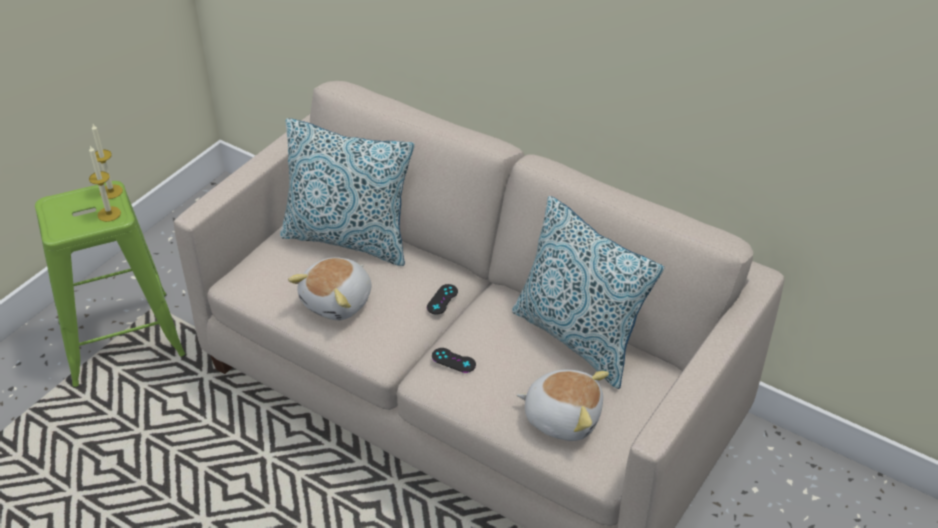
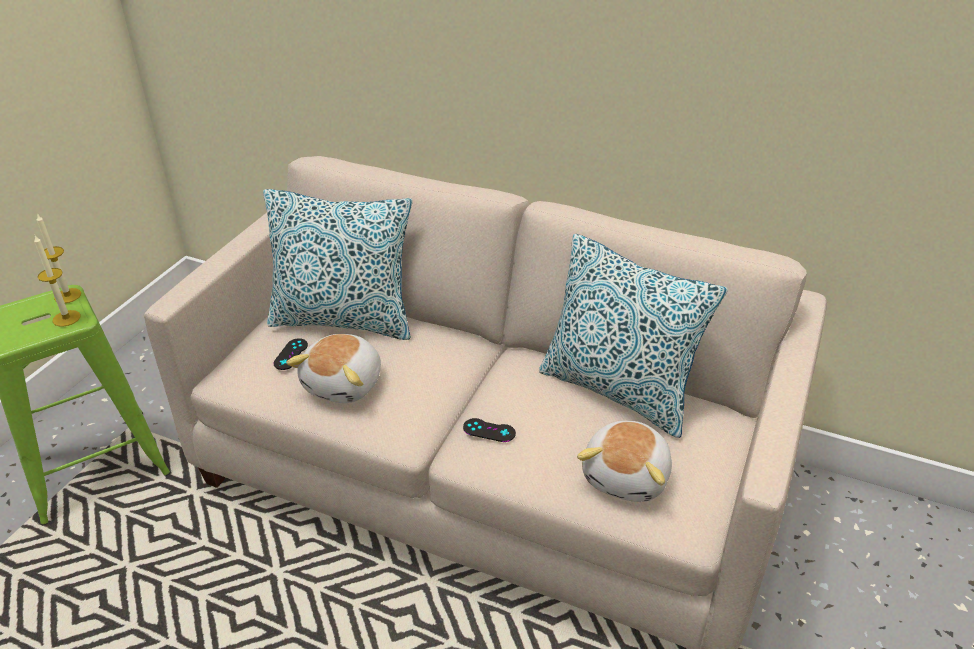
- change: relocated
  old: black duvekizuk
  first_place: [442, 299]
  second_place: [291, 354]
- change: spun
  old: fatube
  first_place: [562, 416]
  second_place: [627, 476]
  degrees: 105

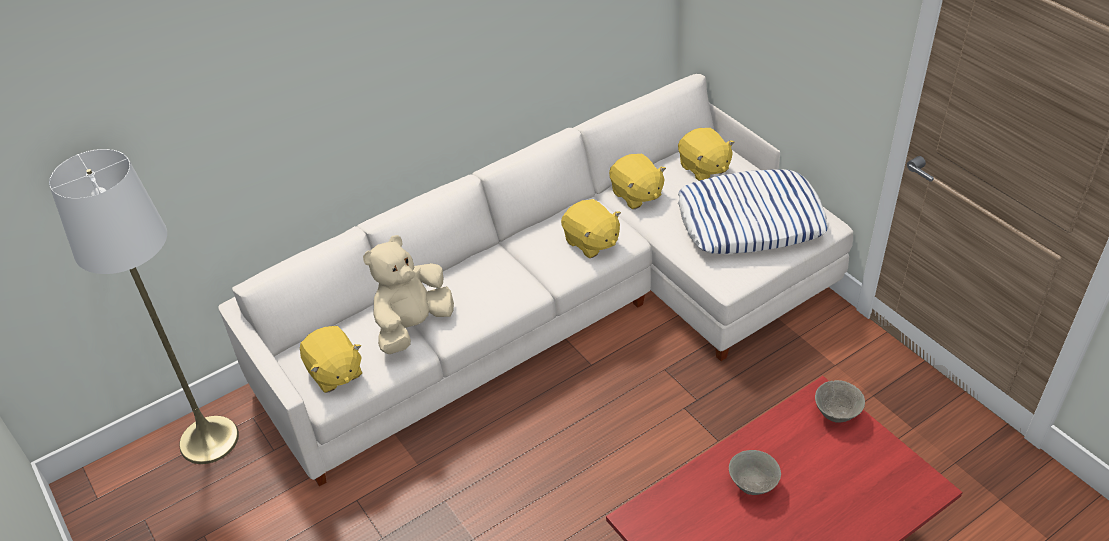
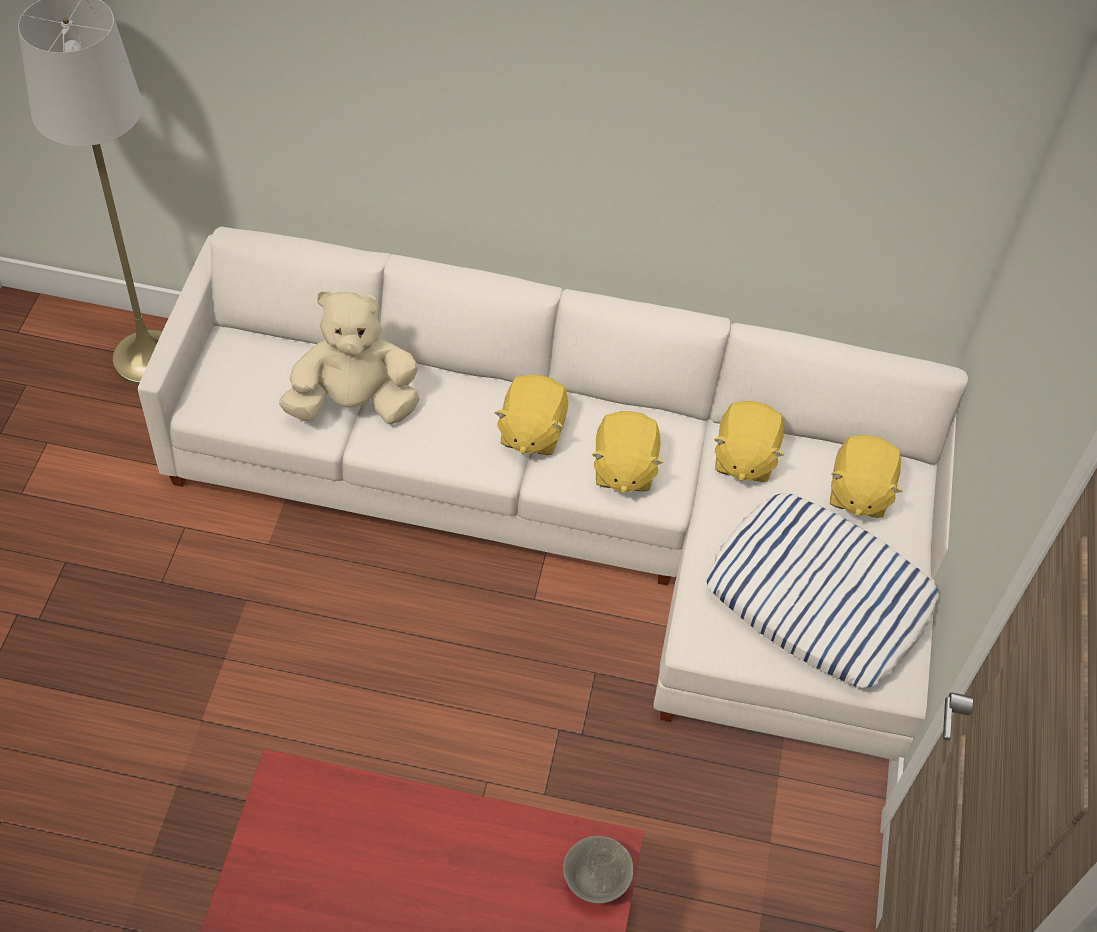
- change: relocated
  old: yellow fatube
  first_place: [334, 373]
  second_place: [531, 432]
- change: missing
  old: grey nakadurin
  first_place: [753, 485]

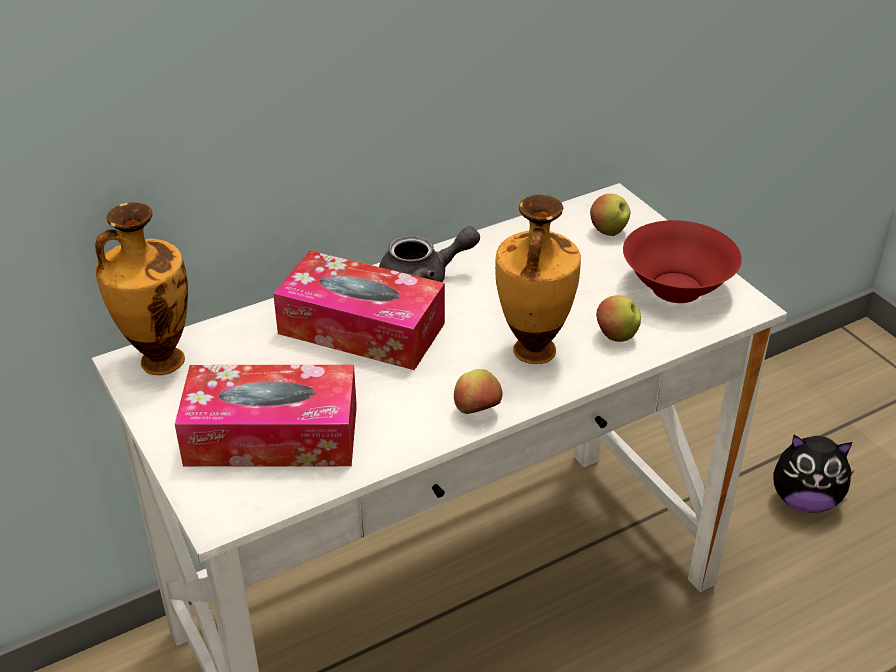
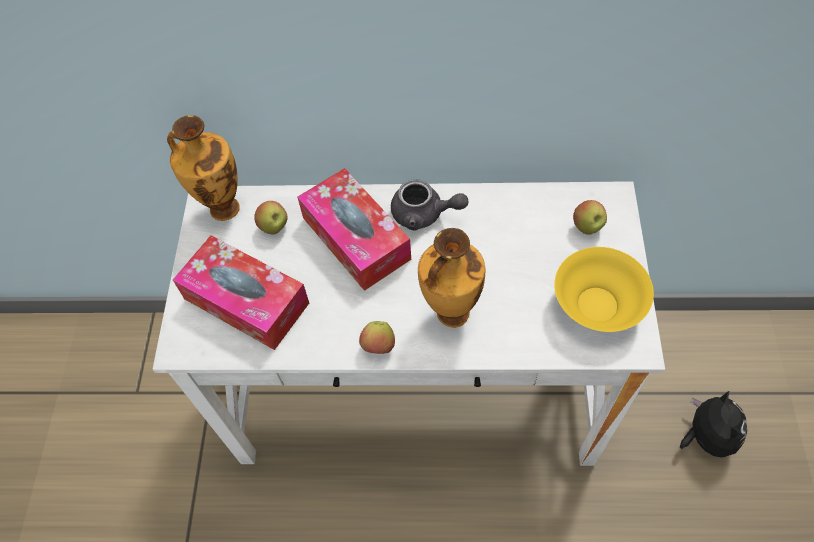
- change: relocated
  old: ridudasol
  first_place: [616, 336]
  second_place: [274, 227]
- change: colour
  old: red nakadurin
  new: yellow nakadurin
  first_place: [678, 288]
  second_place: [598, 305]
- change: spun
  old: fatube
  first_place: [804, 500]
  second_place: [705, 437]
  degrees: -135

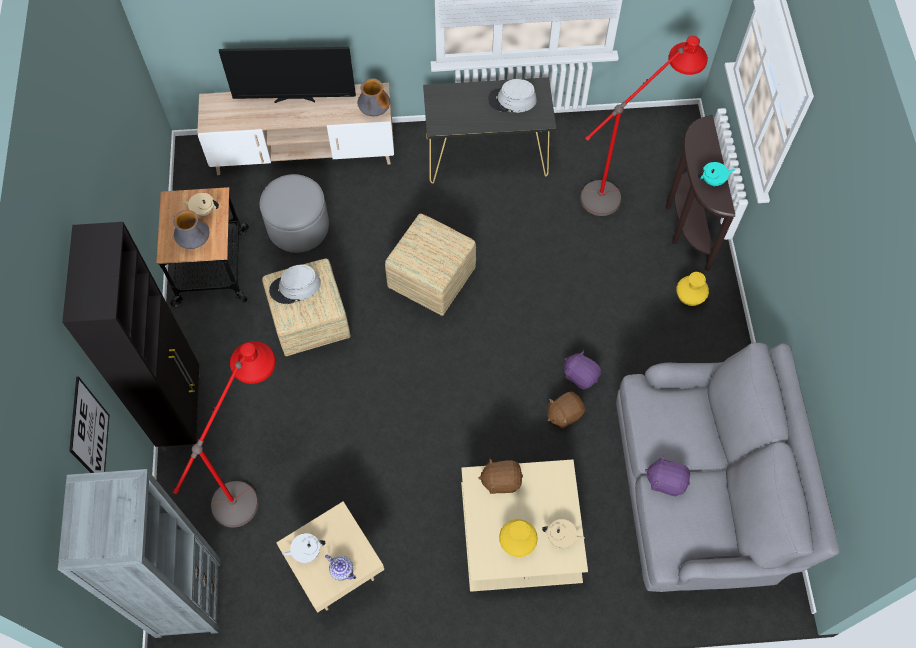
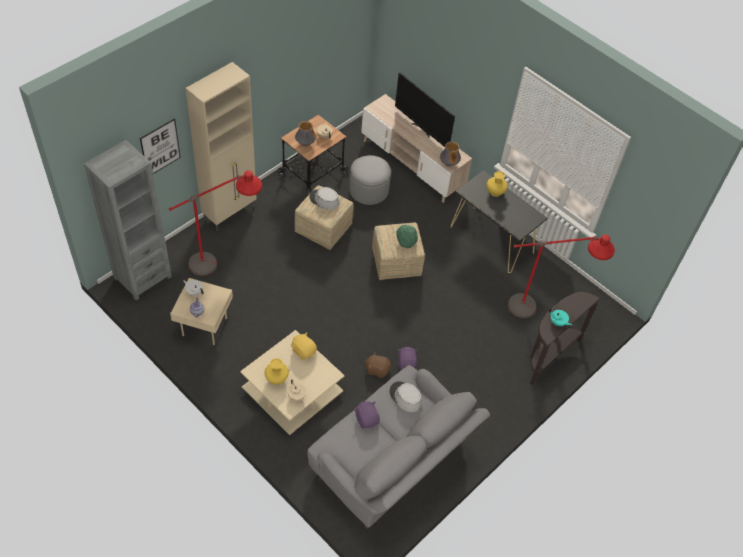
- change: colour
  old: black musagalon
  new: beige musagalon
  first_place: [182, 410]
  second_place: [230, 212]
- change: colour
  old: brown fatube
  new: yellow fatube
  first_place: [501, 480]
  second_place: [303, 351]
- change: relocated
  old: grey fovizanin
  first_place: [512, 100]
  second_place: [405, 397]
- change: relocated
  old: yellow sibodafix
  first_place: [689, 298]
  second_place: [495, 192]
- change: appeared
  new: green fovizanin
  second_place: [406, 242]

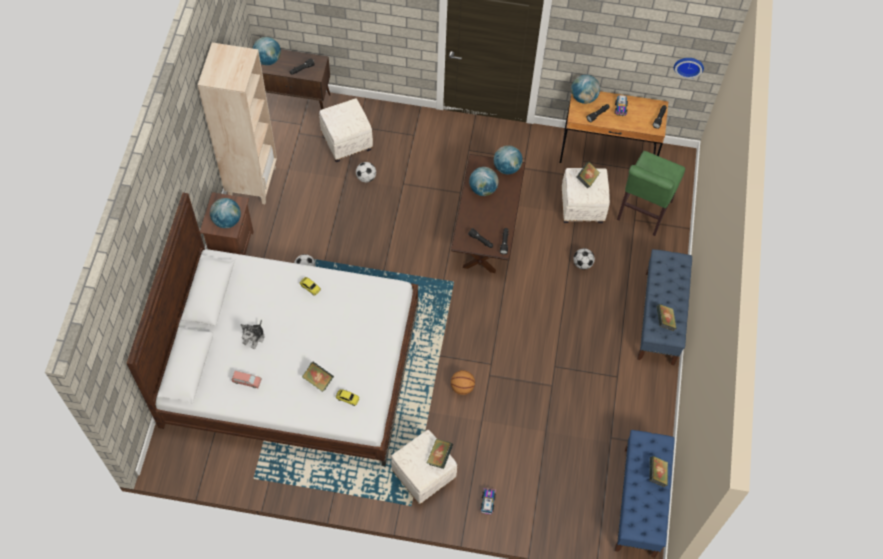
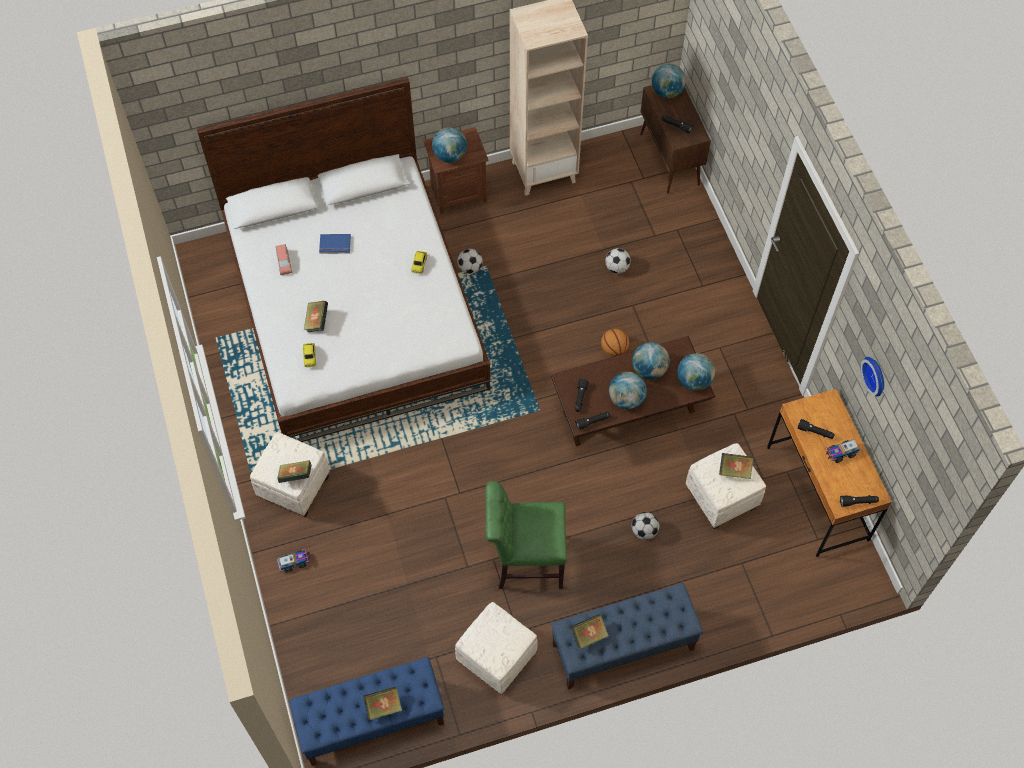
- change: exchanged
  old: fatube
  new: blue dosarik
  first_place: [254, 337]
  second_place: [335, 245]
- change: relocated
  old: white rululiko
  first_place: [347, 142]
  second_place: [497, 658]
- change: relocated
  old: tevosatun
  first_place: [462, 387]
  second_place: [613, 349]
- change: relocated
  old: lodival
  first_place: [583, 98]
  second_place: [626, 399]
- change: relocated
  old: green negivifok
  first_place: [643, 213]
  second_place: [525, 562]
- change: relocated
  old: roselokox
  first_place: [688, 65]
  second_place: [876, 375]

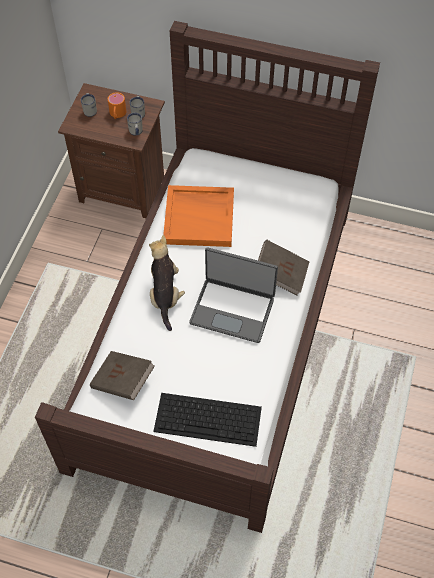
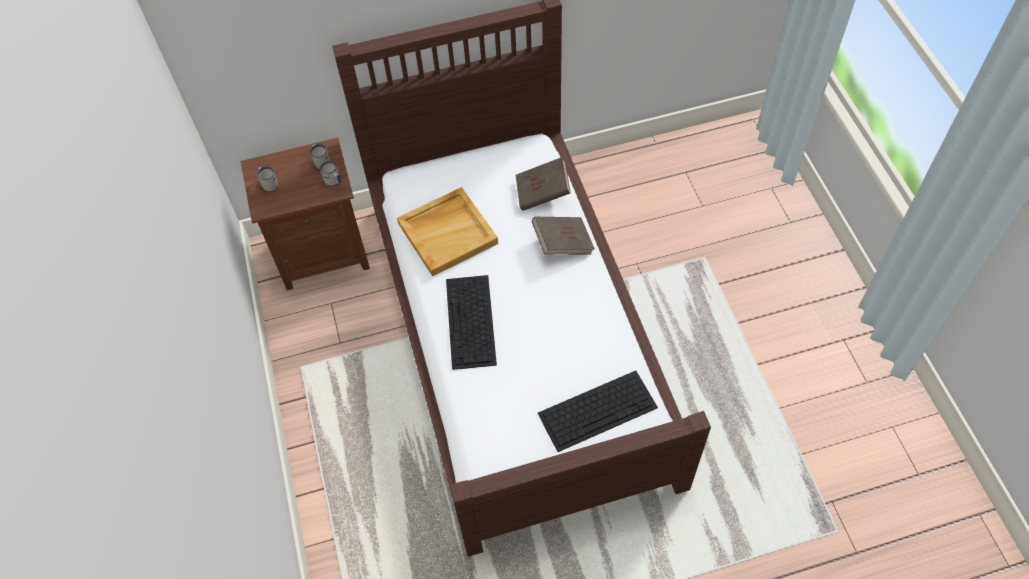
- change: relocated
  old: brown dosarik
  first_place: [123, 382]
  second_place: [542, 193]
- change: missing
  old: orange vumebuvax
  first_place: [117, 114]
- change: exchanged
  old: fatube
  new: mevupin
  first_place: [165, 295]
  second_place: [471, 322]
- change: colour
  old: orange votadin
  new: beige votadin
  first_place: [200, 217]
  second_place: [448, 232]
- change: missing
  old: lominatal
  first_place: [233, 309]

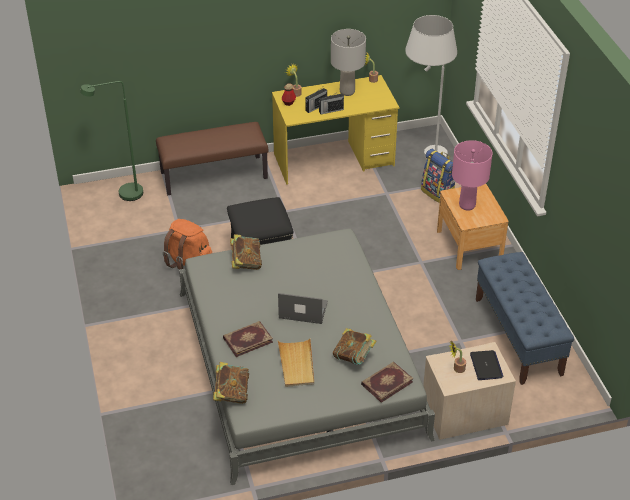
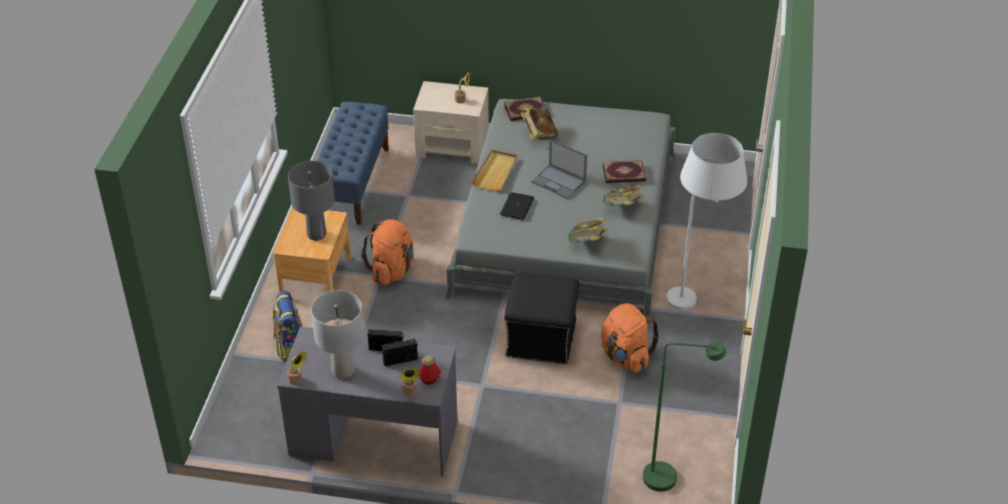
- change: missing
  old: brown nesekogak
  first_place: [214, 175]
- change: relocated
  old: dosarik
  first_place: [231, 393]
  second_place: [622, 208]
- change: colour
  old: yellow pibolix
  new: grey pibolix
  first_place: [334, 160]
  second_place: [373, 438]
- change: relocated
  old: beige votadin
  first_place: [296, 364]
  second_place: [495, 172]
- change: relocated
  old: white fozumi
  first_place: [423, 156]
  second_place: [698, 301]
- change: colour
  old: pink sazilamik
  new: grey sazilamik
  first_place: [467, 205]
  second_place: [316, 234]
- change: relocated
  old: lominatal
  first_place: [486, 366]
  second_place: [517, 206]
- change: appeared
  new: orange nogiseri
  second_place: [392, 271]

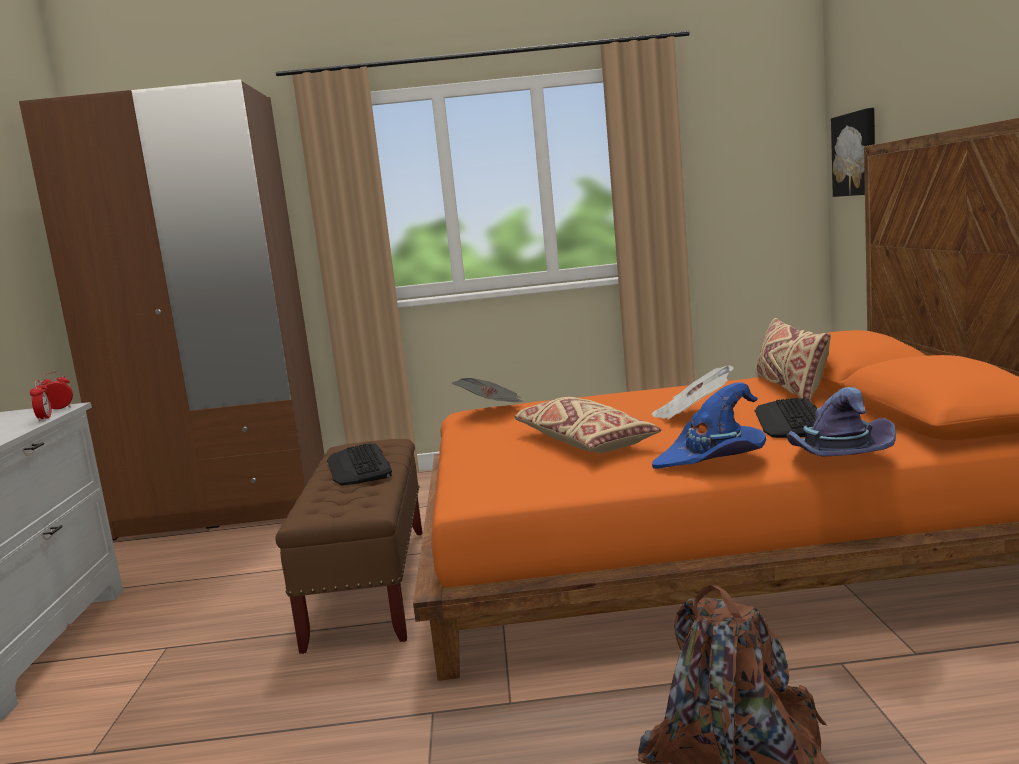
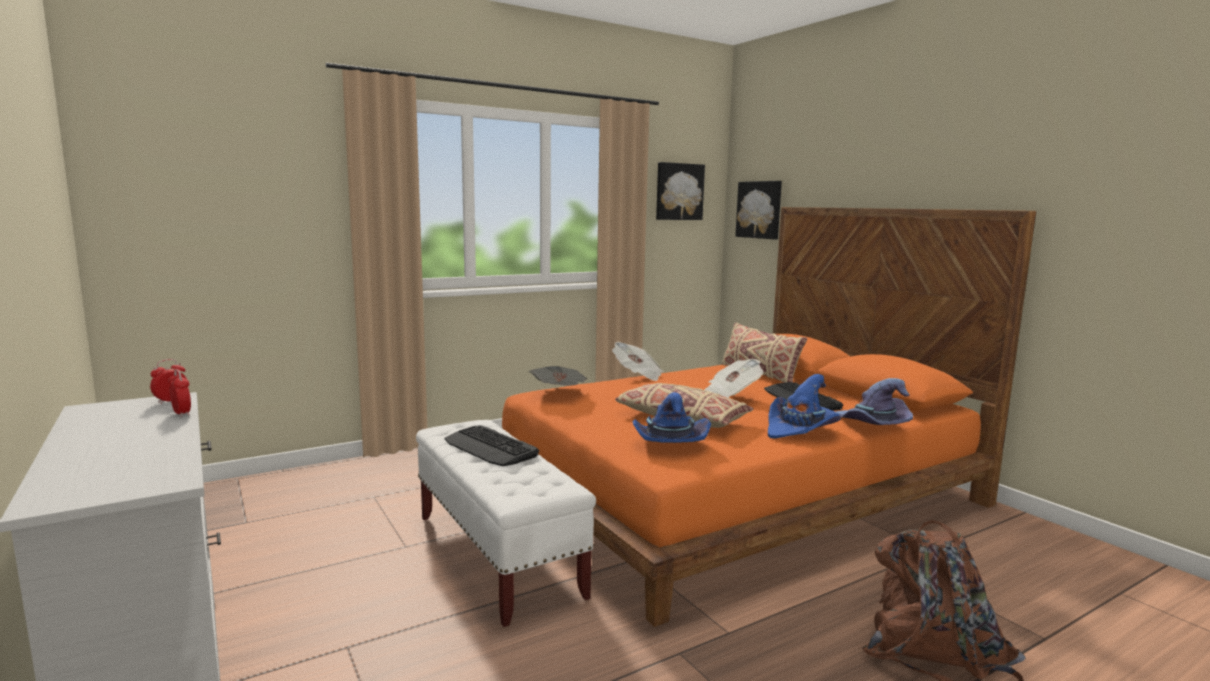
- change: missing
  old: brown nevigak
  first_place: [227, 510]
- change: colour
  old: brown nesekogak
  new: white nesekogak
  first_place: [370, 585]
  second_place: [497, 555]
- change: appeared
  new: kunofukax
  second_place: [638, 375]
- change: appeared
  new: blue fovizanin
  second_place: [668, 443]
- change: appeared
  new: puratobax
  second_place: [678, 191]

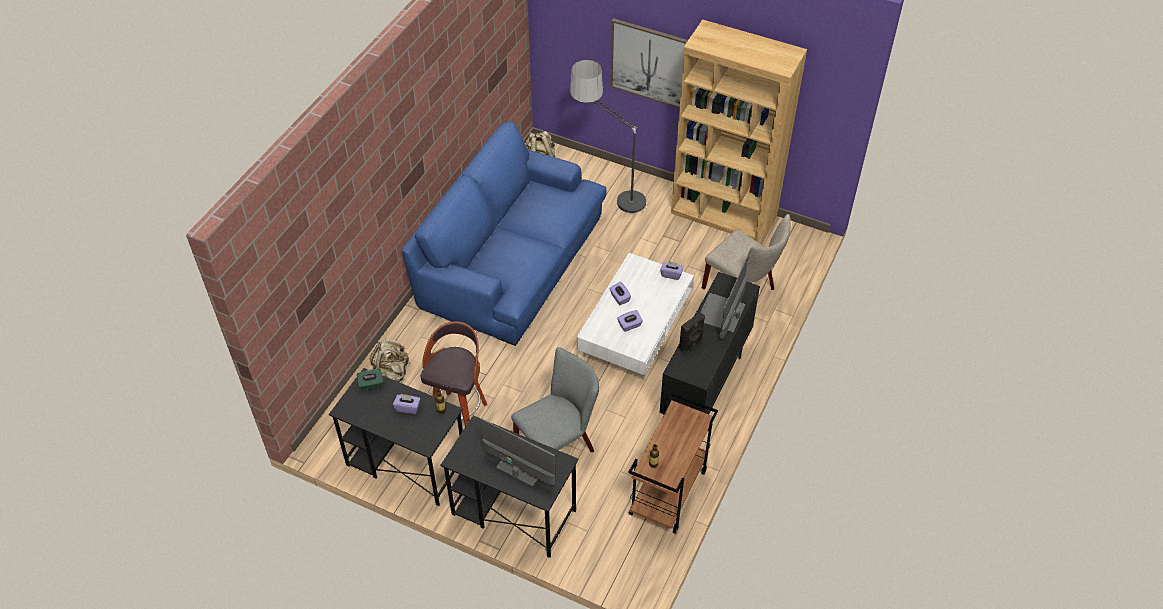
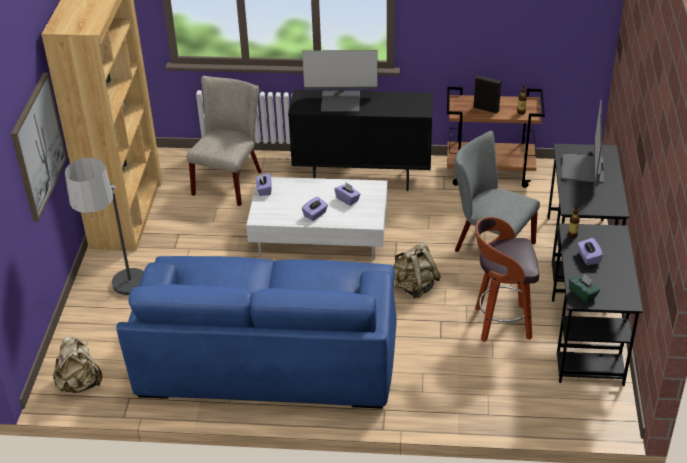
- change: relocated
  old: beige nogiseri
  first_place: [391, 374]
  second_place: [414, 286]
- change: relocated
  old: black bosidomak
  first_place: [691, 344]
  second_place: [486, 108]

